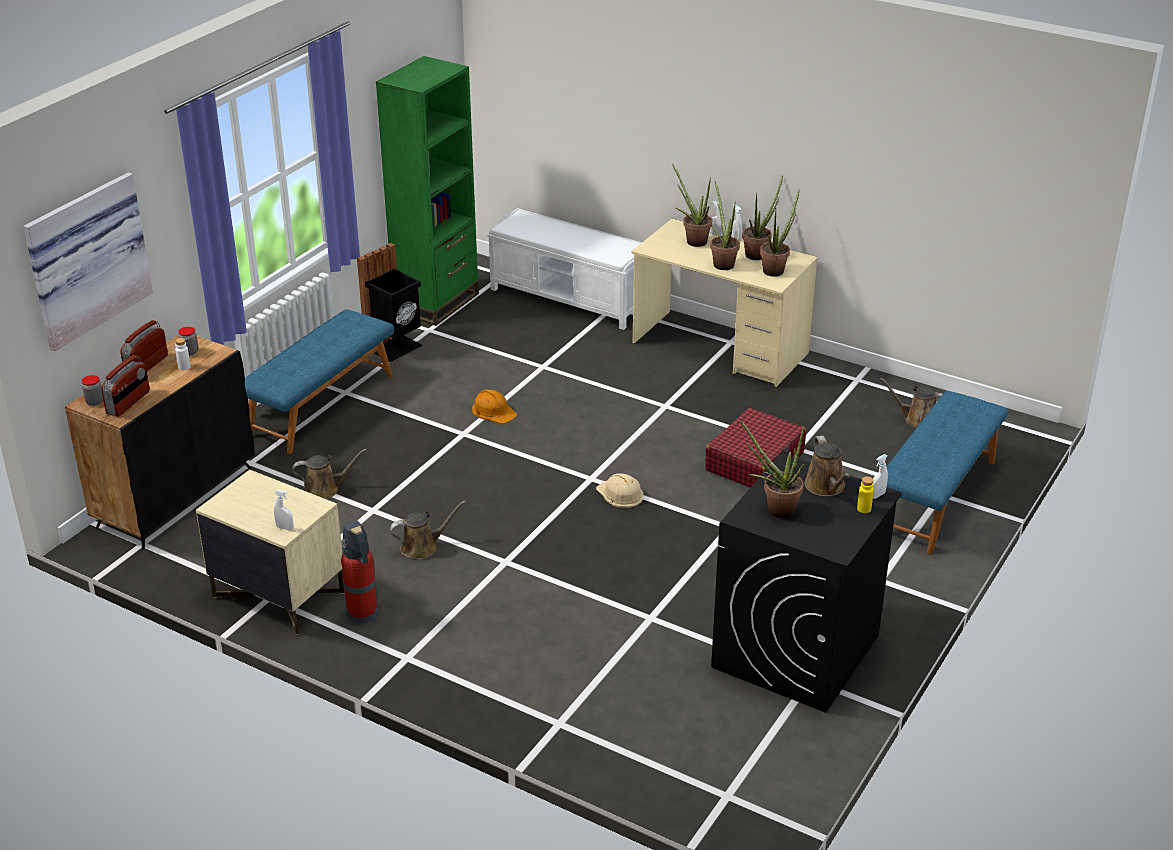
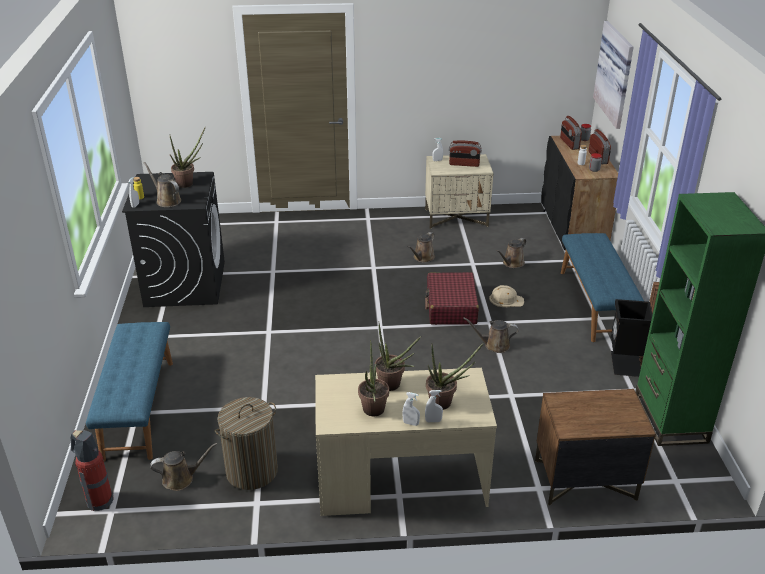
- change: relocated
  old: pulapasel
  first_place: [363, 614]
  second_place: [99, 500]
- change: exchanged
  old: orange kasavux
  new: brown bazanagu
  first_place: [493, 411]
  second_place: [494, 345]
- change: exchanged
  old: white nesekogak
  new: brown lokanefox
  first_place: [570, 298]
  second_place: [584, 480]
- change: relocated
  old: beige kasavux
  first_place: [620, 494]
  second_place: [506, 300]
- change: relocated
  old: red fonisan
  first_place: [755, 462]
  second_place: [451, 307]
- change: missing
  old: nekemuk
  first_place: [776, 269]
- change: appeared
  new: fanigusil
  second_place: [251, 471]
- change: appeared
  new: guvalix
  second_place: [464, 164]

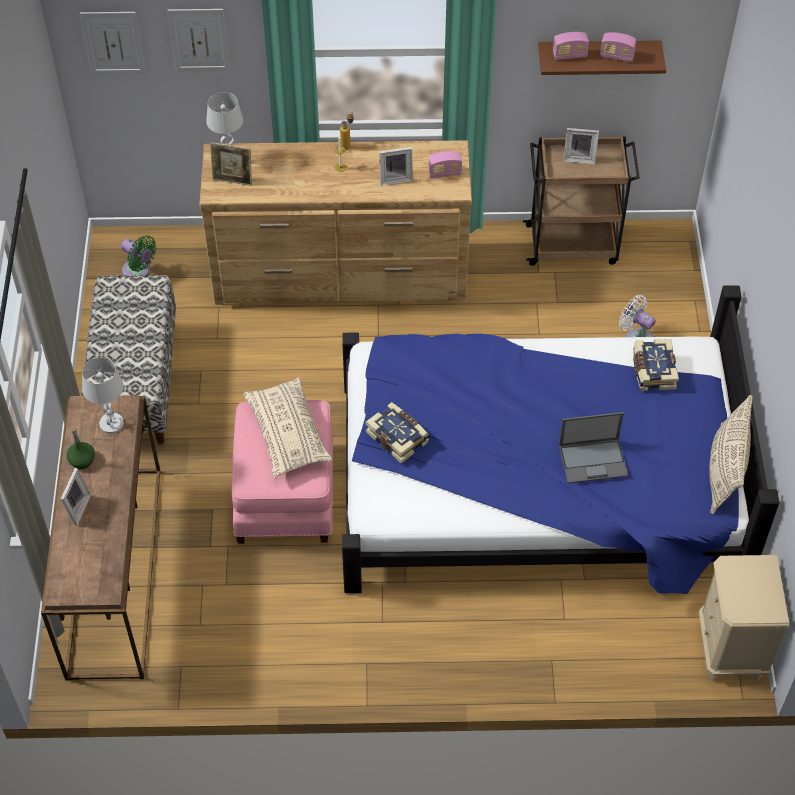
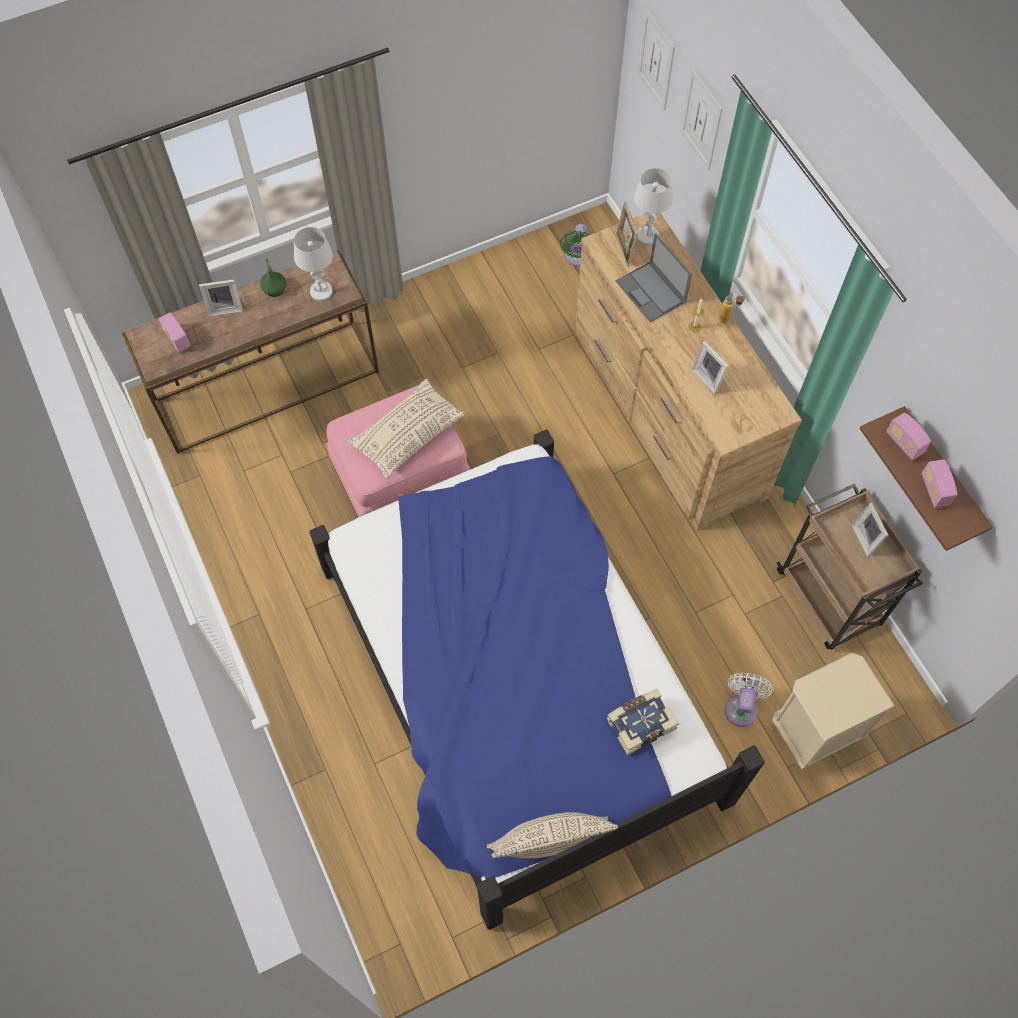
- change: missing
  old: nesekogak
  first_place: [135, 383]
- change: missing
  old: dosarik
  first_place: [398, 437]
- change: relocated
  old: guvalix
  first_place: [445, 173]
  second_place: [177, 339]
- change: relocated
  old: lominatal
  first_place: [593, 460]
  second_place: [651, 292]
- change: relocated
  old: beige lokanefox
  first_place: [731, 648]
  second_place: [814, 731]

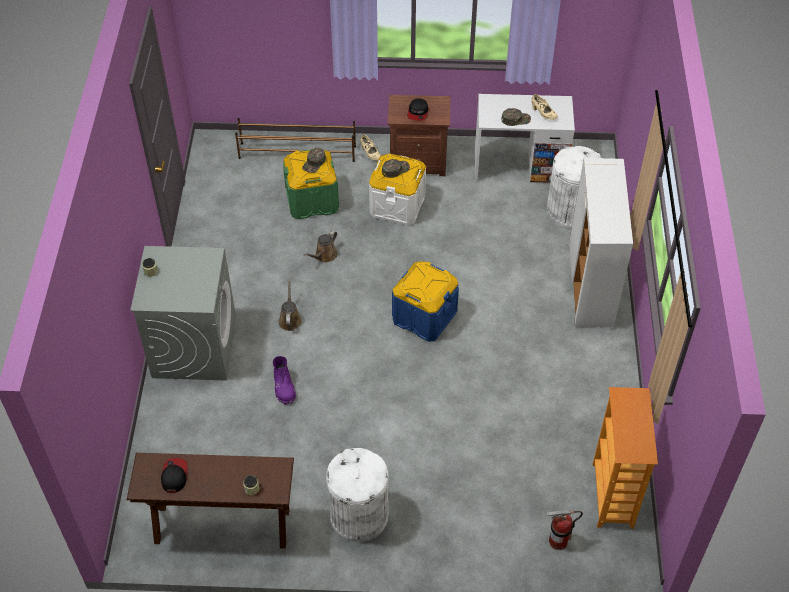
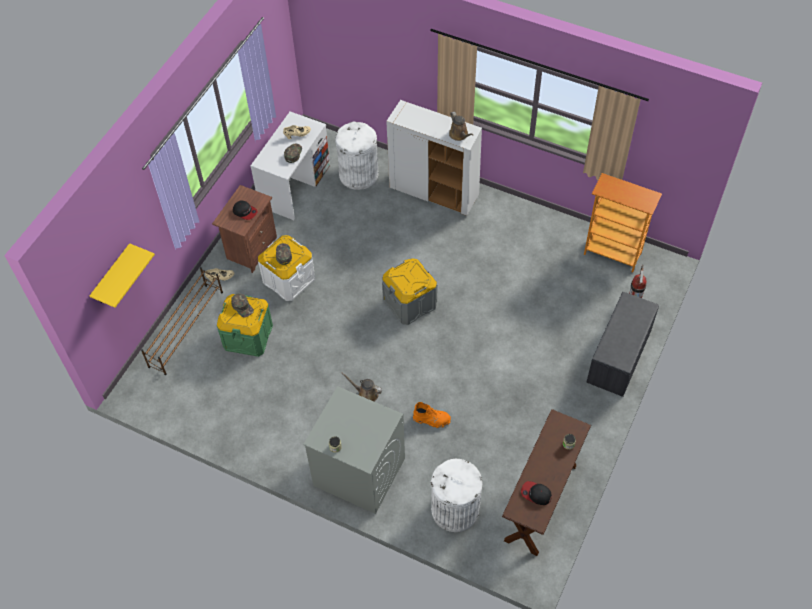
- change: colour
  old: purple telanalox
  new: orange telanalox
  first_place: [284, 388]
  second_place: [431, 419]
- change: relocated
  old: brown bazanagu
  first_place: [324, 256]
  second_place: [459, 135]
- change: relocated
  old: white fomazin
  first_place: [358, 515]
  second_place: [455, 509]
- change: colour
  old: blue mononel
  new: grey mononel
  first_place: [424, 316]
  second_place: [410, 303]
- change: appeared
  new: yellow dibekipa
  second_place: [112, 276]
- change: appeared
  new: grey nesekogak
  second_place: [619, 357]

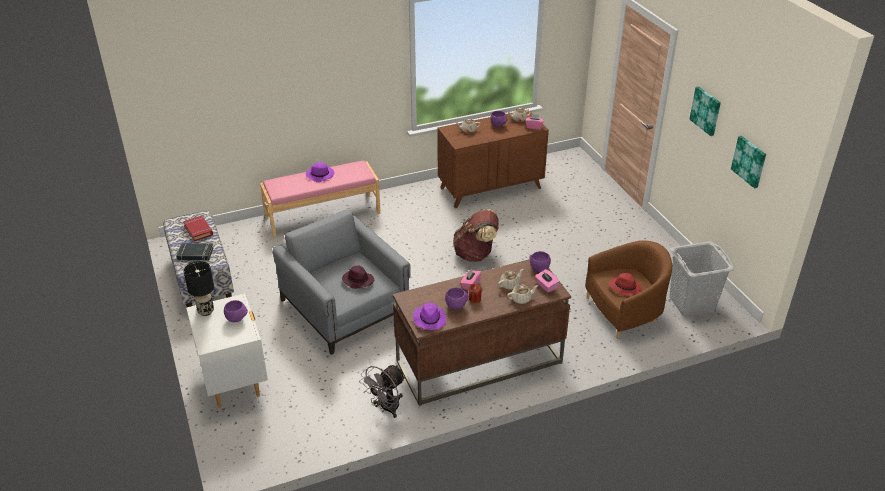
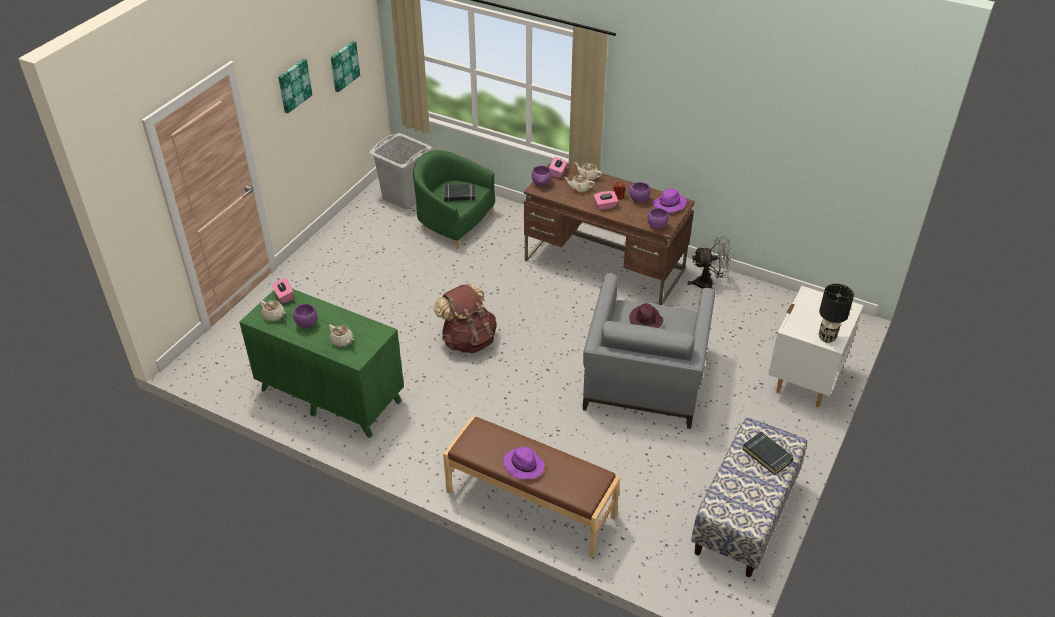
- change: missing
  old: red dosarik
  first_place: [198, 230]
- change: relocated
  old: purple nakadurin
  first_place: [236, 319]
  second_place: [656, 226]
- change: colour
  old: pink nesekogak
  new: brown nesekogak
  first_place: [322, 215]
  second_place: [530, 504]
- change: colour
  old: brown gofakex
  new: green gofakex
  first_place: [491, 188]
  second_place: [330, 395]
- change: colour
  old: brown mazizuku
  new: green mazizuku
  first_place: [625, 311]
  second_place: [453, 223]
- change: exchanged
  old: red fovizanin
  new: black dosarik
  first_place: [624, 287]
  second_place: [459, 195]

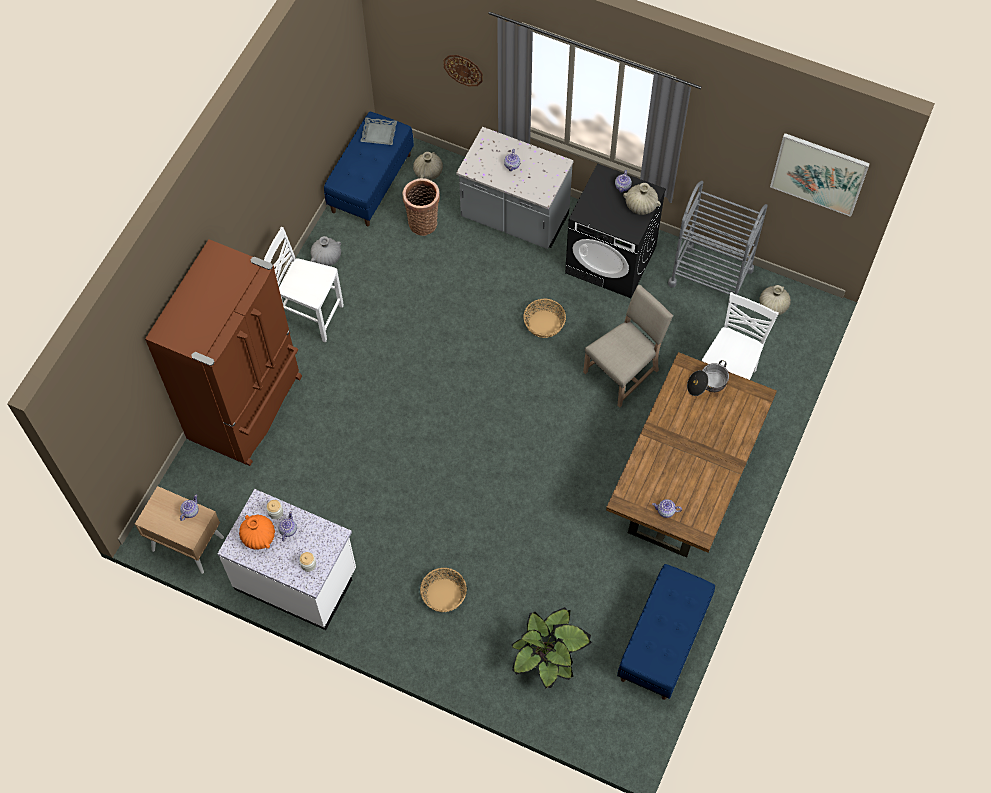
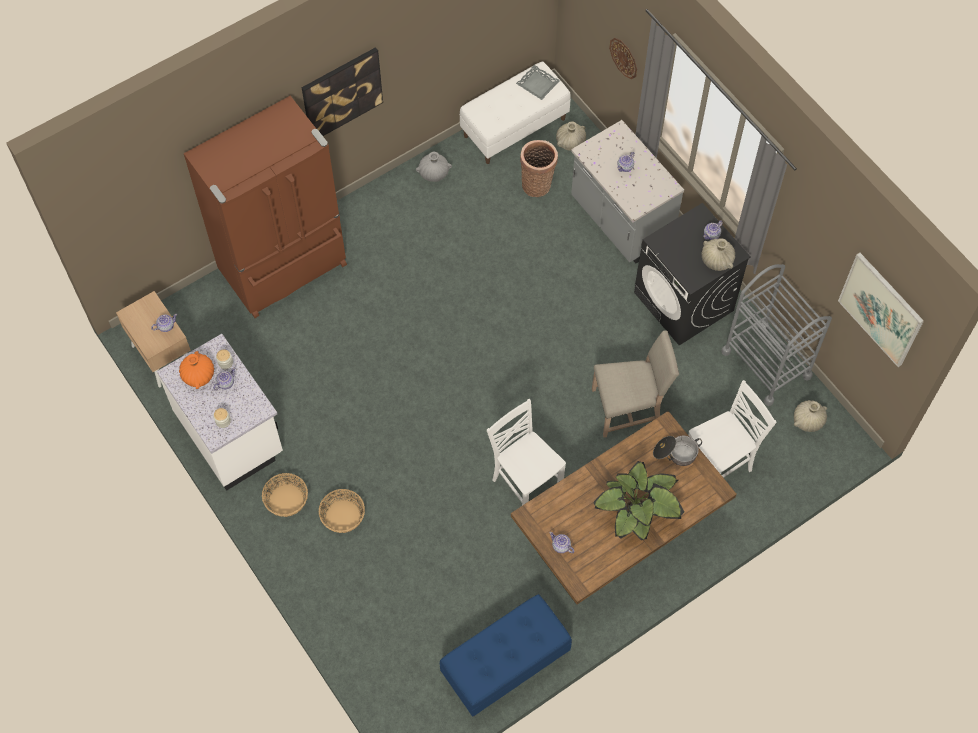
- change: relocated
  old: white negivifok
  first_place: [310, 315]
  second_place: [525, 486]
- change: colour
  old: blue nesekogak
  new: white nesekogak
  first_place: [371, 182]
  second_place: [514, 127]
- change: relocated
  old: nekemuk
  first_place: [548, 658]
  second_place: [636, 516]
- change: relocated
  old: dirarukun
  first_place: [544, 324]
  second_place: [287, 500]
- change: appeared
  new: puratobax
  second_place: [342, 93]

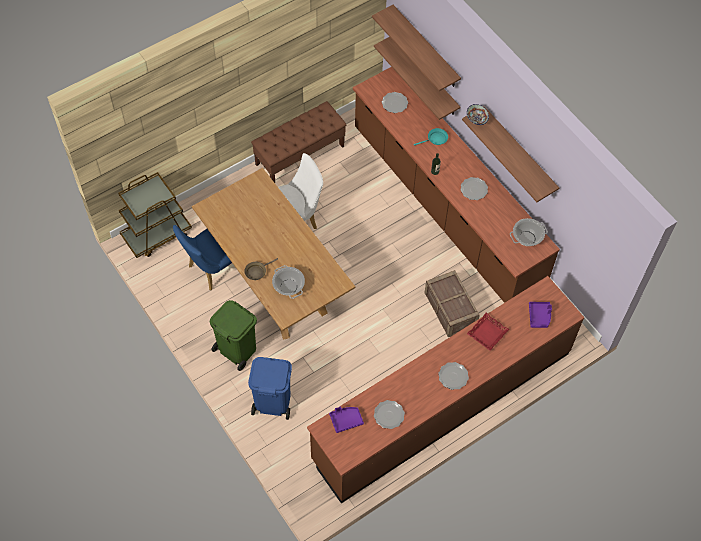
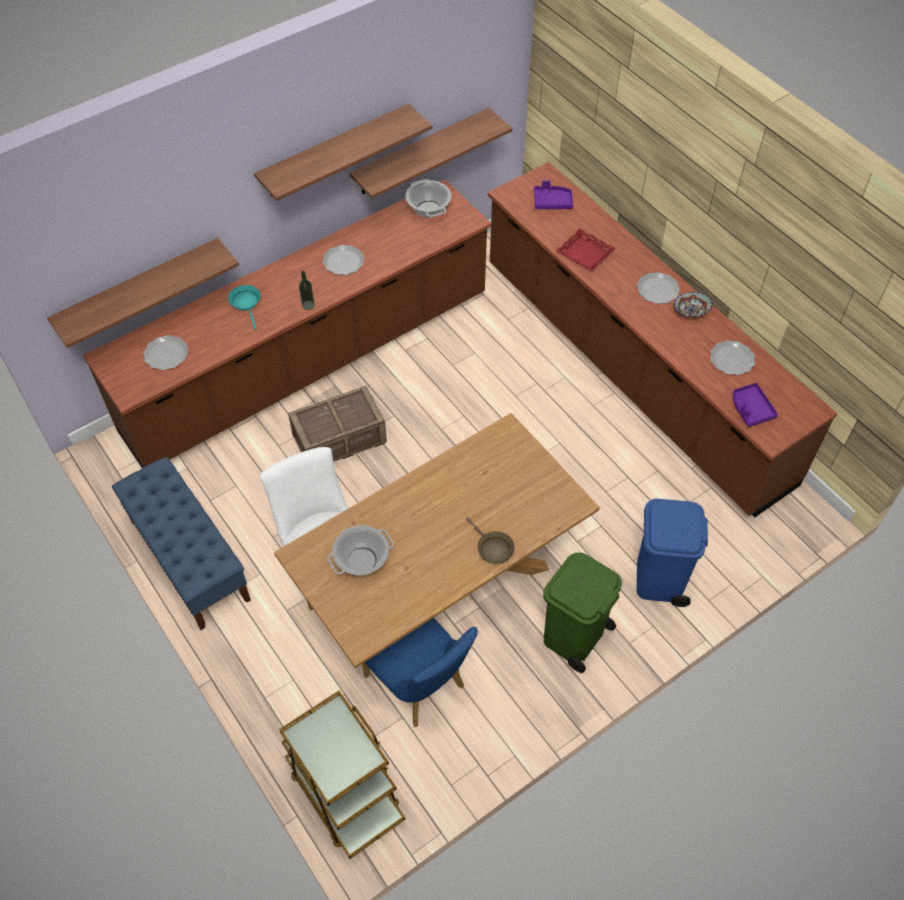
- change: colour
  old: brown nesekogak
  new: blue nesekogak
  first_place: [300, 155]
  second_place: [189, 559]
- change: relocated
  old: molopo
  first_place: [289, 287]
  second_place: [362, 560]
- change: relocated
  old: dibekipa
  first_place: [425, 47]
  second_place: [421, 152]
- change: relocated
  old: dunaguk
  first_place: [449, 310]
  second_place: [339, 440]
- change: relocated
  old: nakadurin
  first_place: [476, 119]
  second_place: [691, 312]

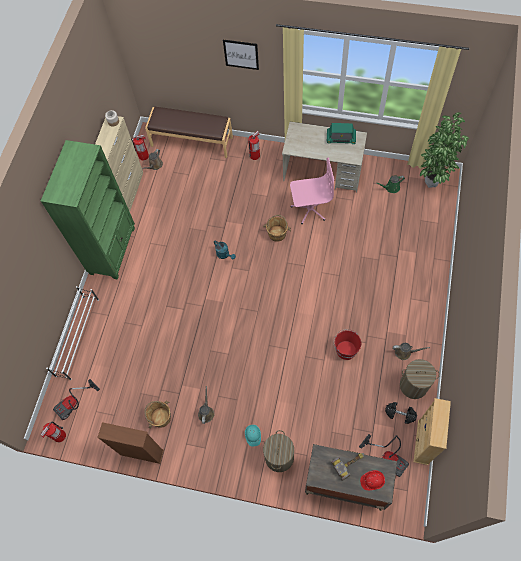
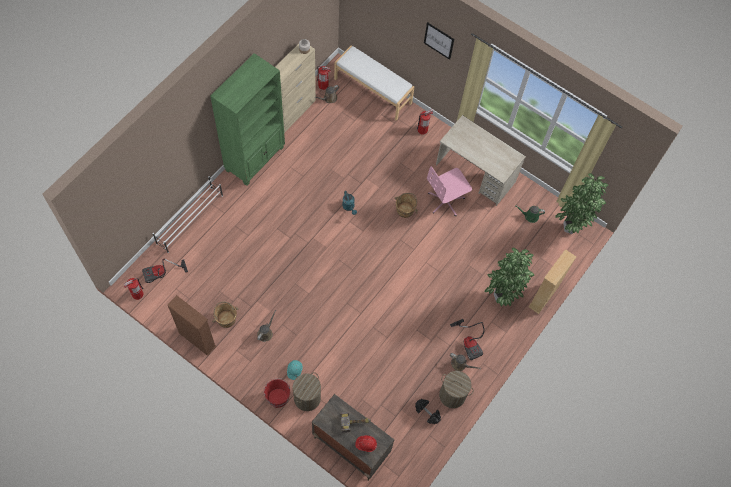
- change: colour
  old: brown nesekogak
  new: white nesekogak
  first_place: [192, 141]
  second_place: [373, 91]
- change: spun
  old: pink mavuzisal
  first_place: [310, 208]
  second_place: [446, 201]
  degrees: 135
- change: missing
  old: guvalix
  first_place: [341, 138]
- change: relocated
  old: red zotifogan
  first_place: [345, 349]
  second_place: [277, 397]
- change: relocated
  old: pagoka
  first_place: [388, 457]
  second_place: [469, 343]
- change: relocated
  old: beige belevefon
  first_place: [423, 442]
  second_place: [543, 297]
- change: appeared
  new: nekemuk
  second_place: [500, 299]

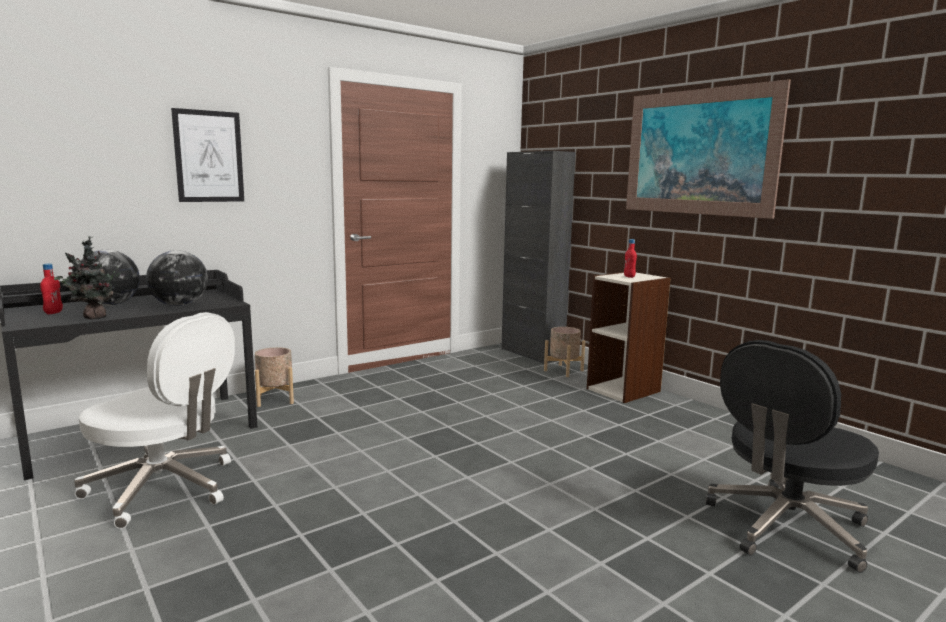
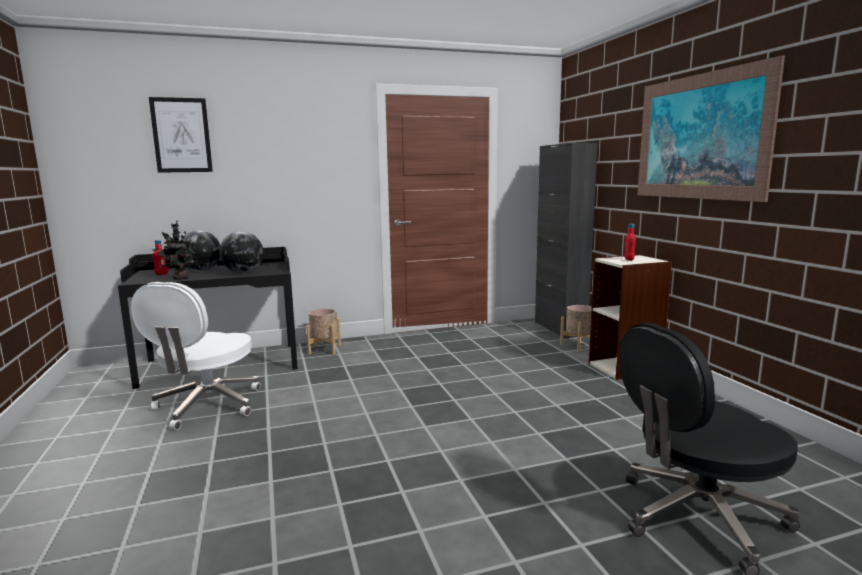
- change: spun
  old: white mavuzisal
  first_place: [164, 489]
  second_place: [207, 406]
  degrees: 60
- change: relocated
  old: puratobax
  first_place: [209, 156]
  second_place: [181, 135]

